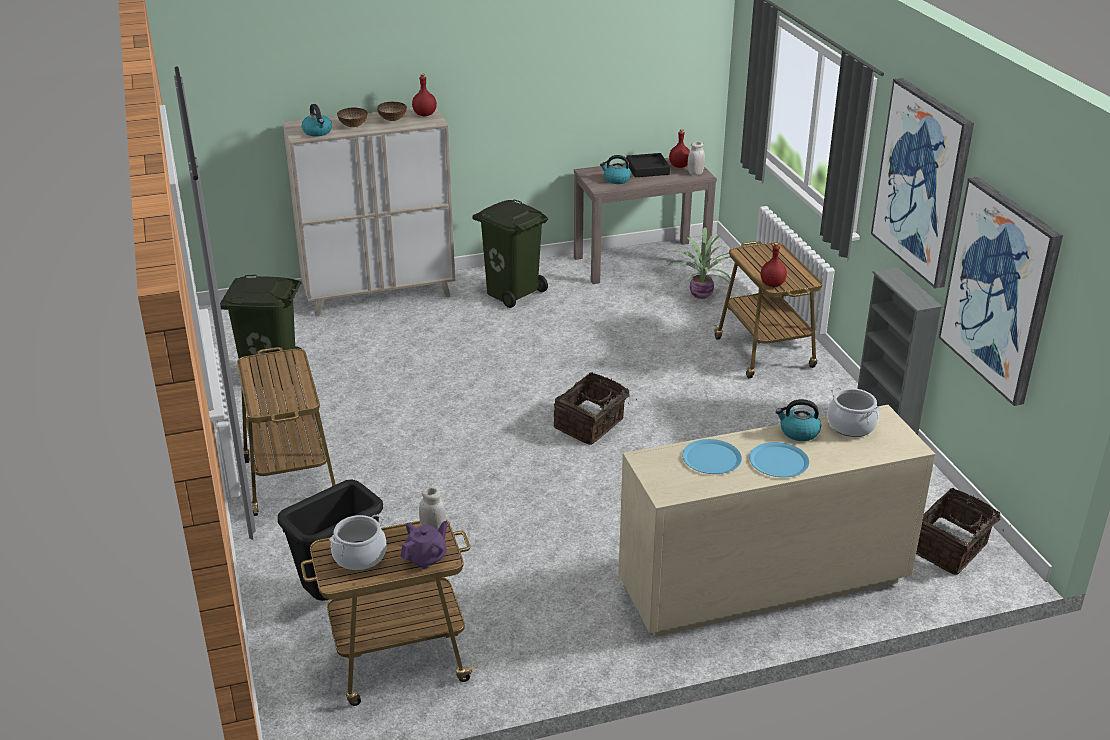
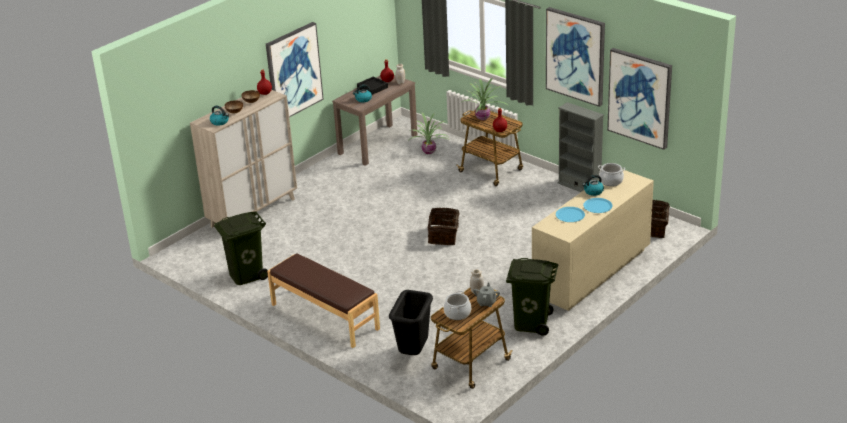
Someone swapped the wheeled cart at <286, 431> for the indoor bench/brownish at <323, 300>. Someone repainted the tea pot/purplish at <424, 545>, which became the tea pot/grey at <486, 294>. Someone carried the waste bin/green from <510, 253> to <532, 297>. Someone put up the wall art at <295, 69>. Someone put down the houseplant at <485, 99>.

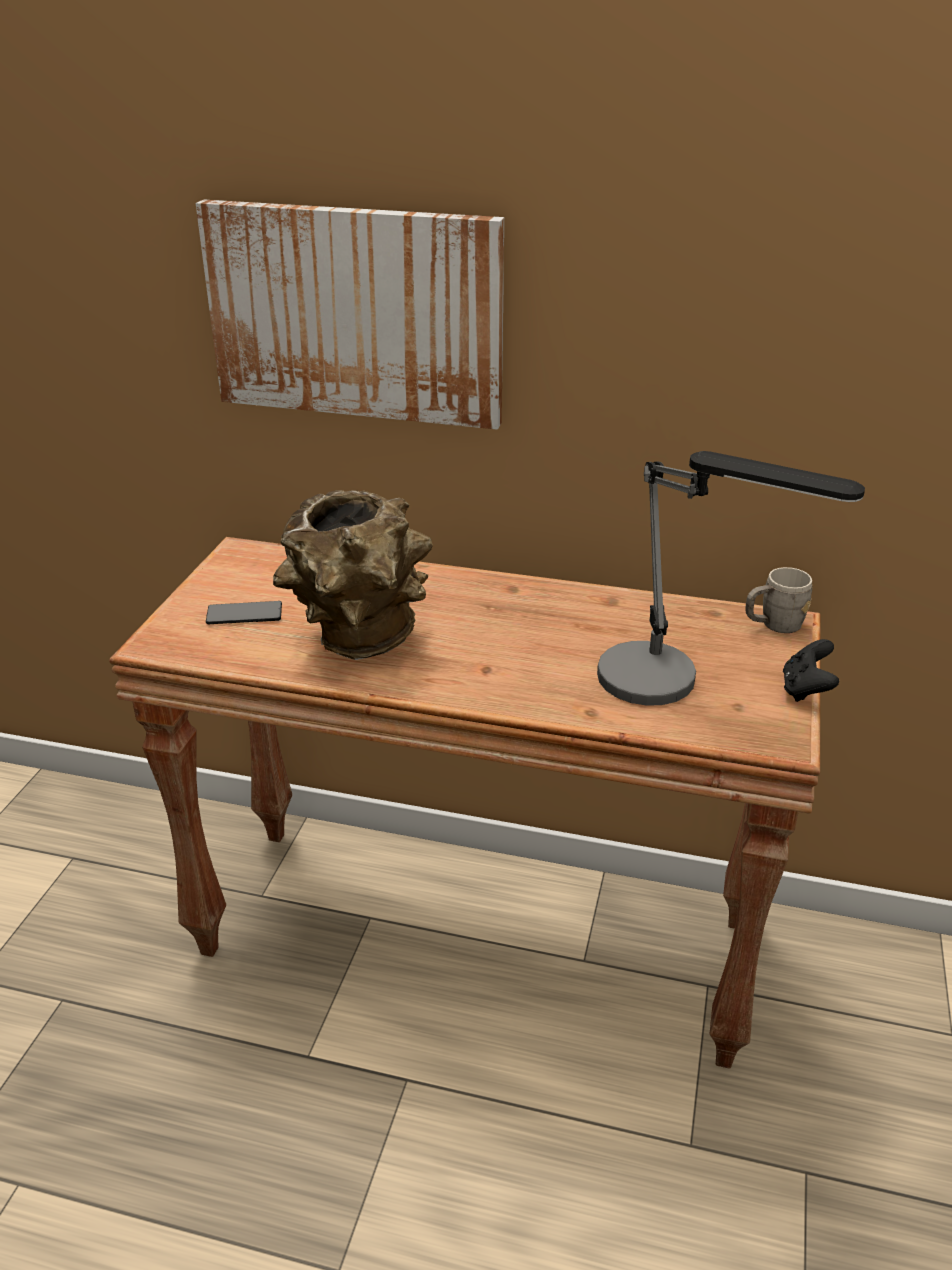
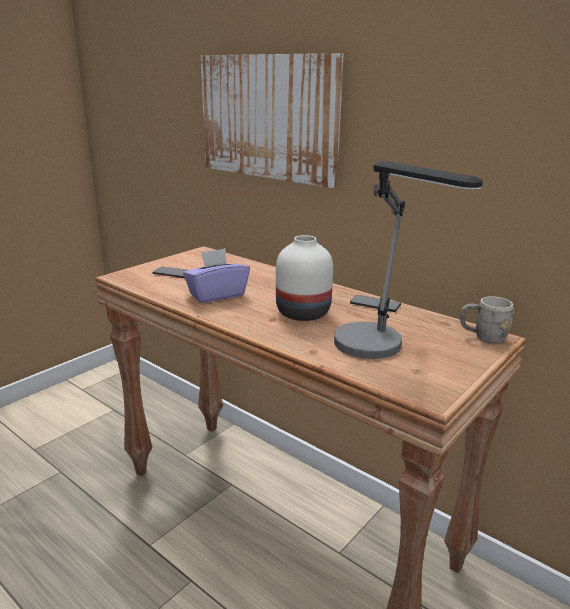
Someone swapped the vase/brownish at <353, 575> for the tissue box/purplish at <216, 275>. Someone took away the joypad/black-coloured at <811, 670>. Someone put down the vase/whitish at <304, 278>. Someone put down the phone at <375, 303>.

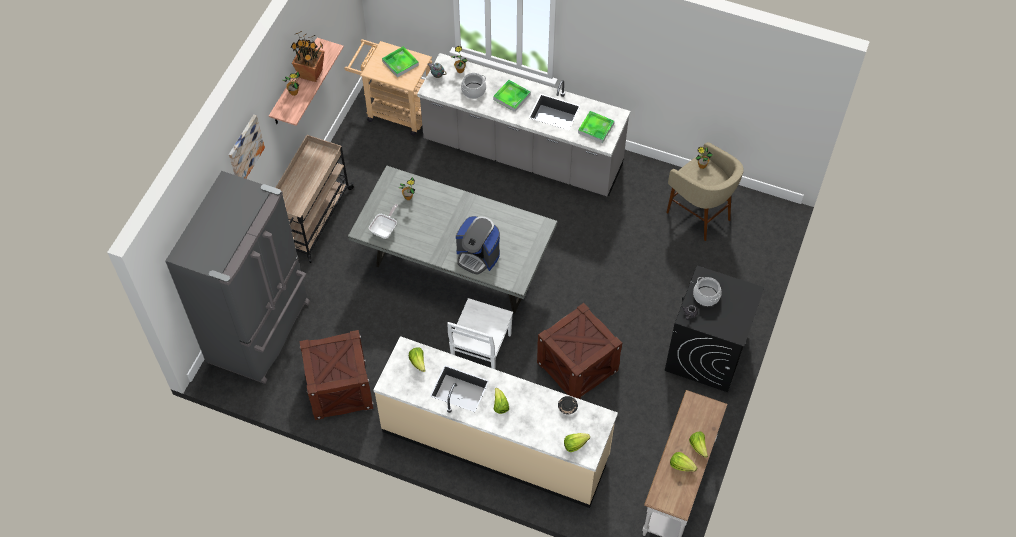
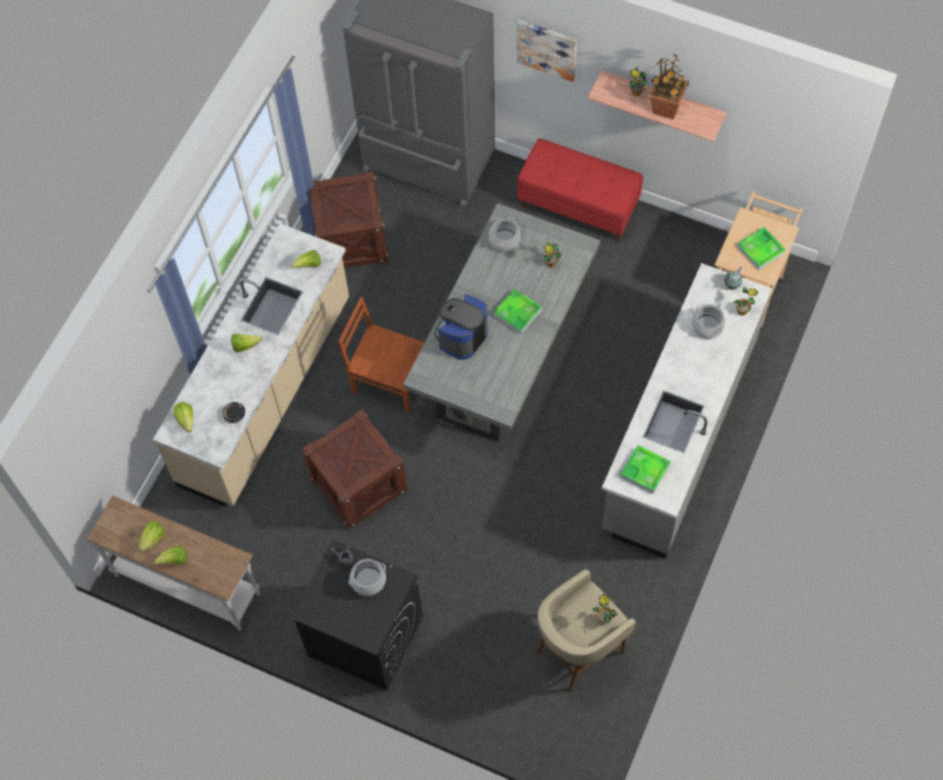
Someone swapped the wheeled cart/beige at <314, 199> for the indoor bench/red-coloured at <580, 190>. Someone swapped the pan at <383, 221> for the cooking pot at <505, 234>. Someone repainted the chair/whitish at <480, 333>, which became the chair/brownish at <381, 355>. Someone carried the serving tray from <512, 96> to <517, 311>.

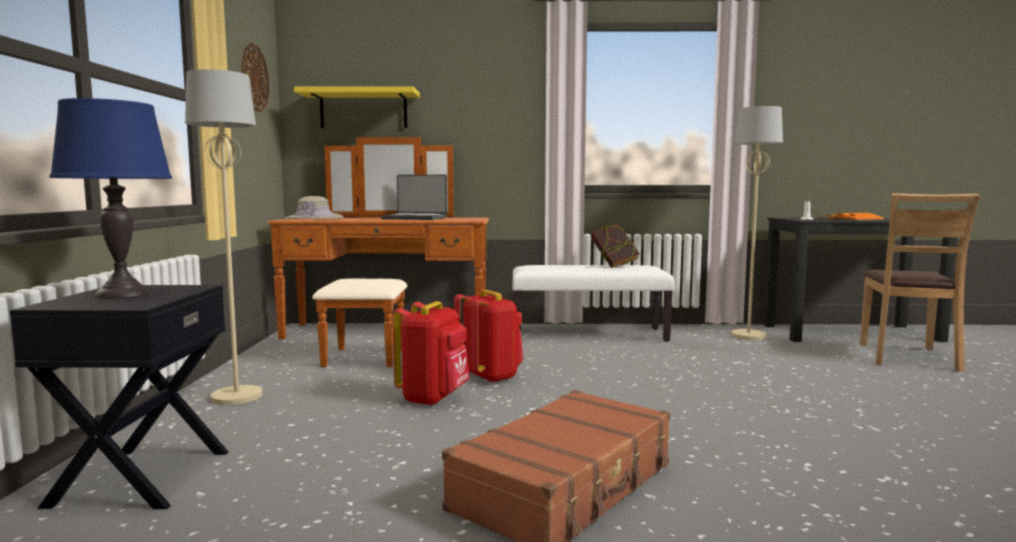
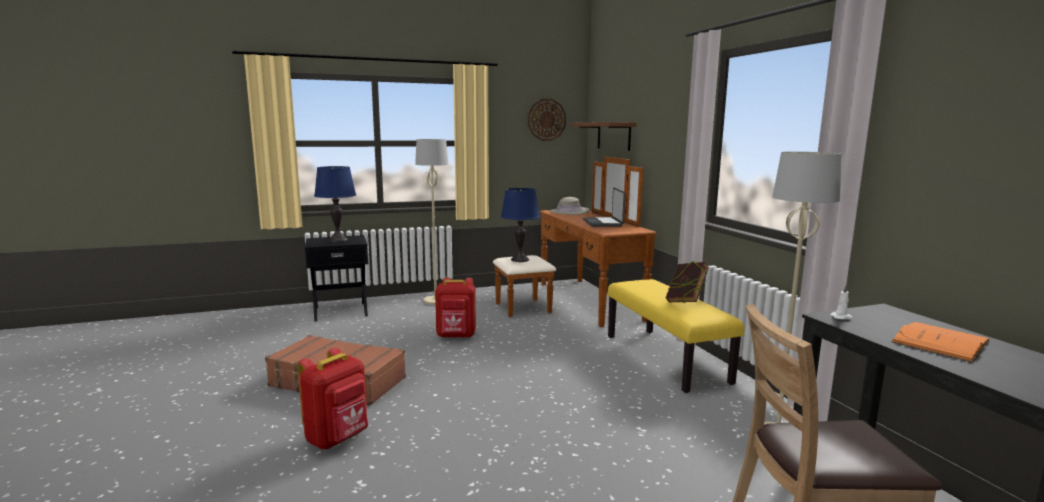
Someone repainted the wall shelf/yellow-coloured at <357, 107>, which became the wall shelf/brownish at <604, 136>. Someone carried the backpack/red-coloured from <488, 336> to <332, 398>. Someone repainted the indoor bench/whitish at <593, 303>, which became the indoor bench/yellow-coloured at <676, 336>. Someone put down the lamp for a table/blue-coloured at <520, 225>.

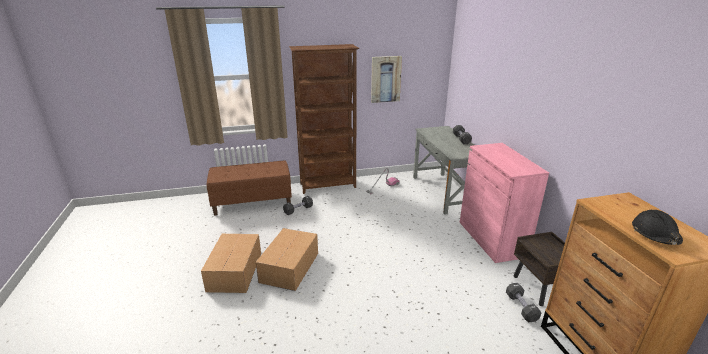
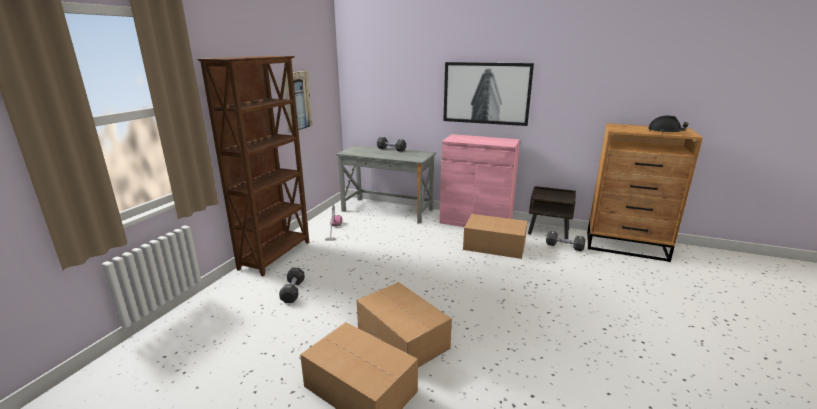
Someone took away the indoor bench/brownish at <249, 188>. Someone put up the wall art at <488, 94>. Someone put down the carton at <495, 236>.

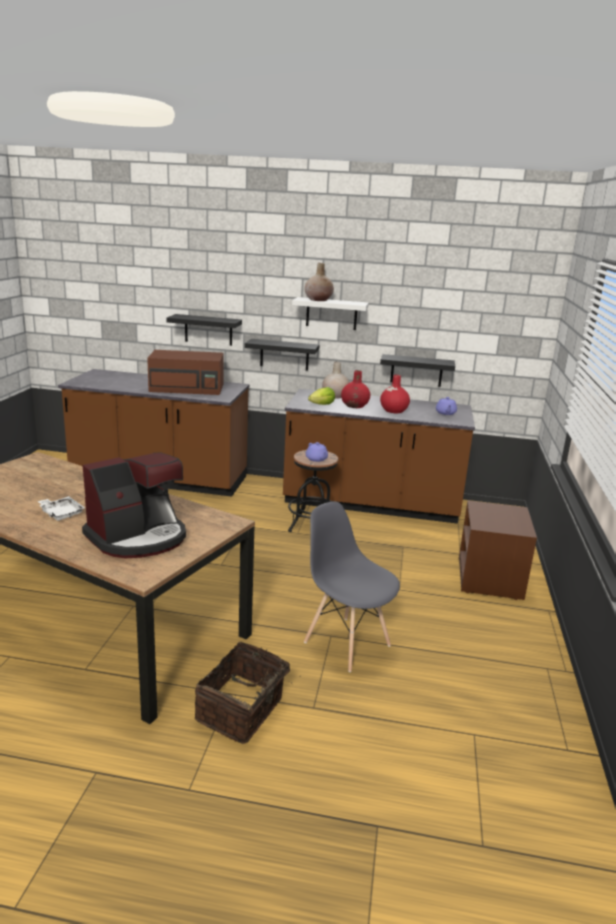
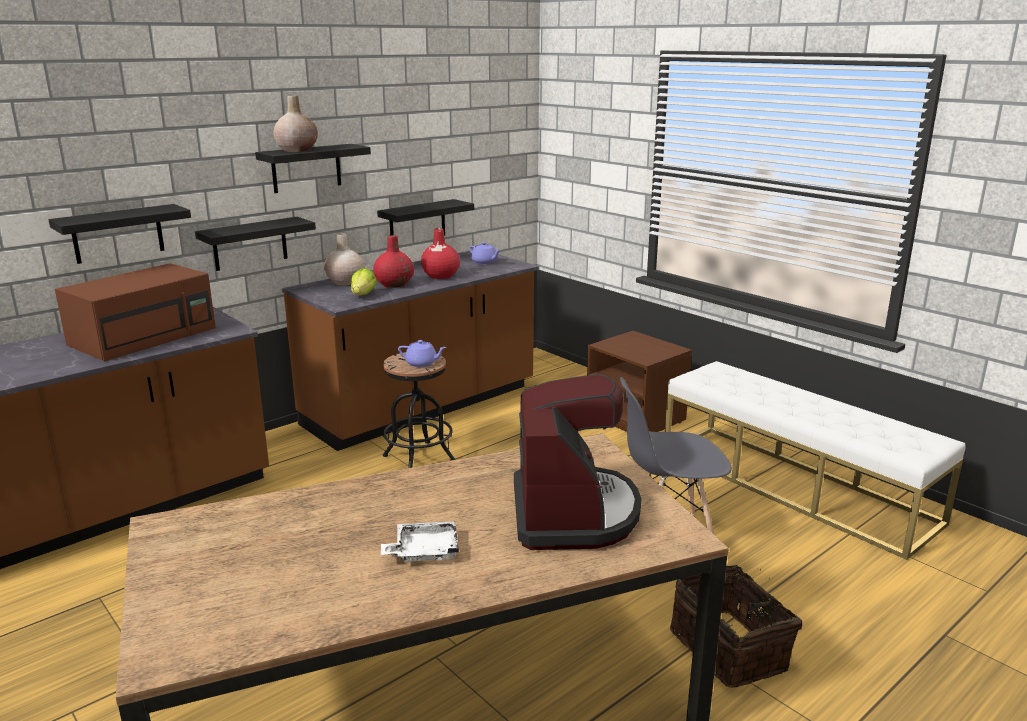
Someone repainted the wall shelf/whitish at <330, 313>, which became the wall shelf/black-coloured at <313, 168>. Someone put down the indoor bench/whitish at <815, 460>.

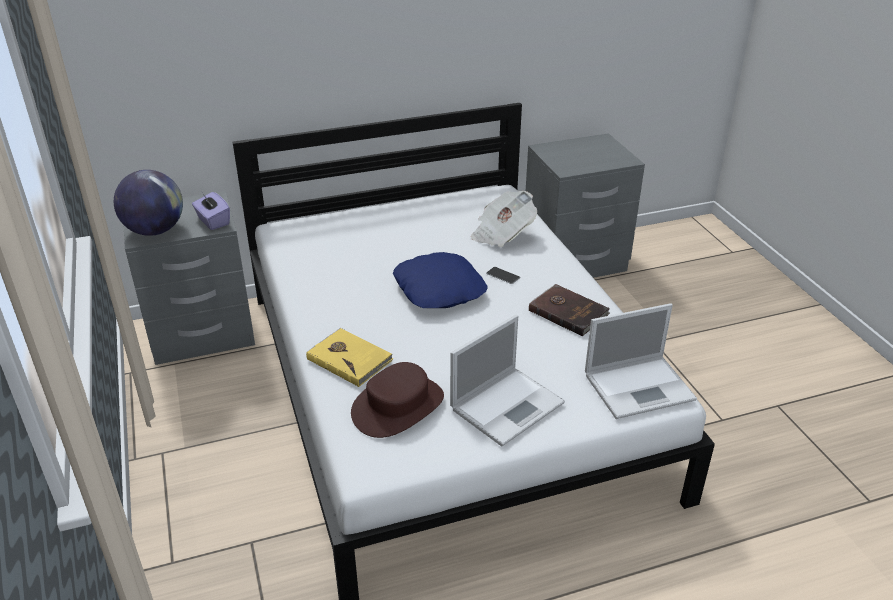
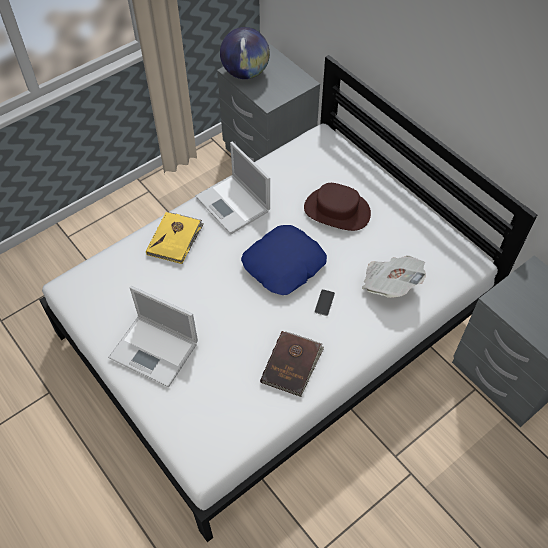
Someone took away the tissue box/purplish at <211, 211>. Someone carried the hat/brownish from <397, 400> to <337, 207>. Someone carried the portable computer from <641, 361> to <232, 188>.

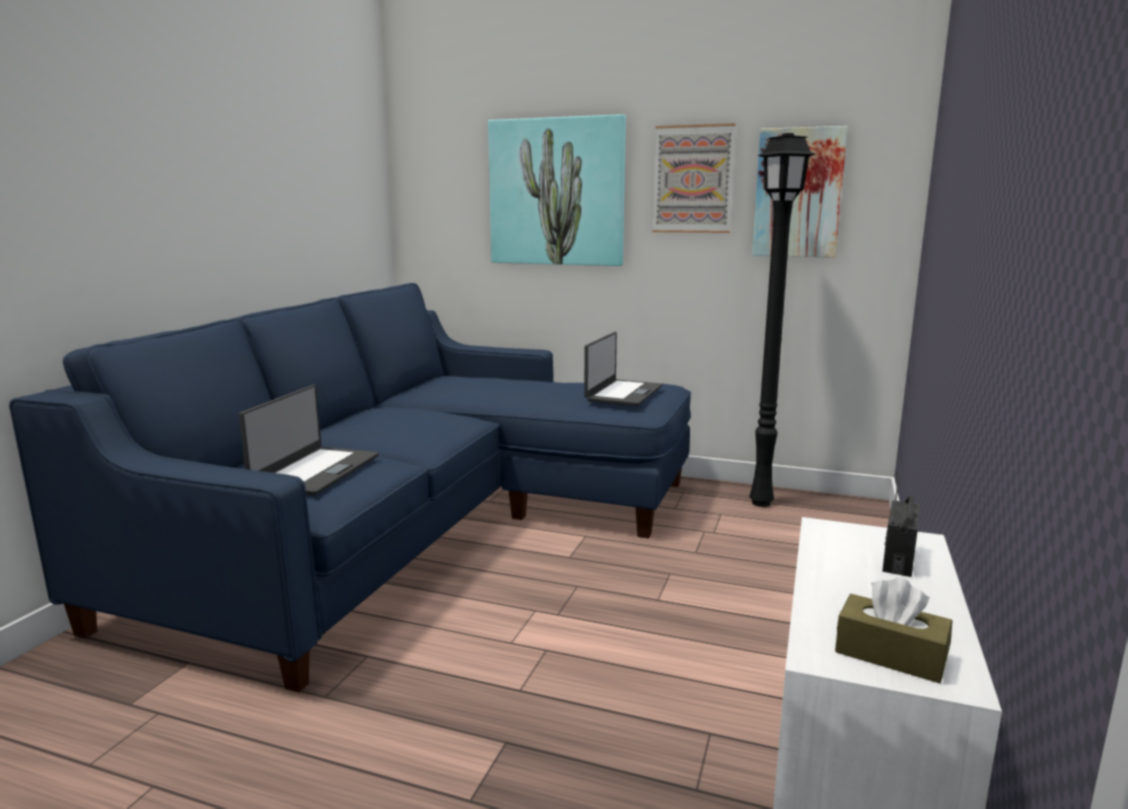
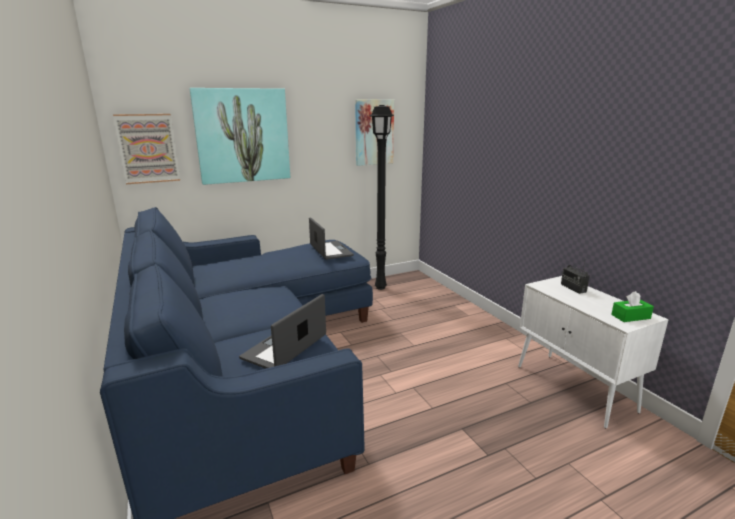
Someone rotated the portable computer at <309, 440> by 120 degrees counterclockwise. Someone carried the wall art from <694, 178> to <146, 149>. Someone repainted the tissue box/brownish at <893, 630>, which became the tissue box/green at <632, 306>.

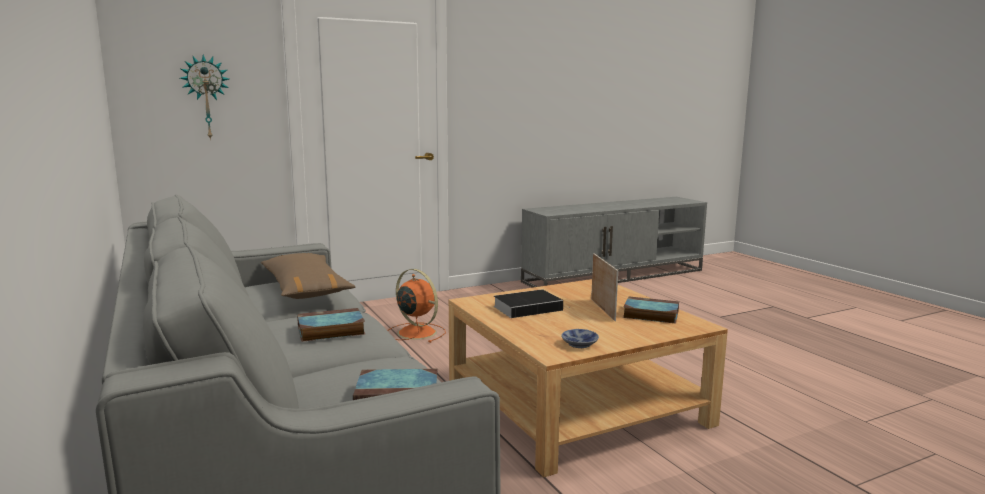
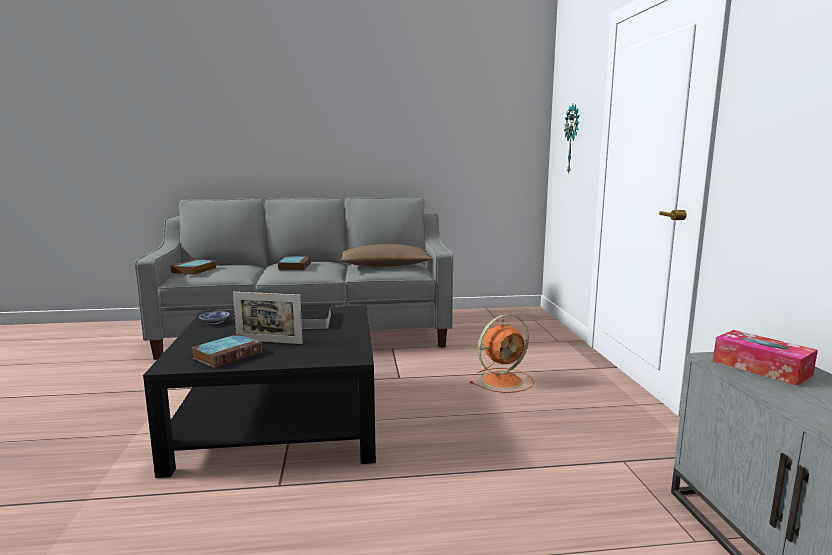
Someone repainted the low table/beige at <588, 378>, which became the low table/black-coloured at <259, 391>. Someone put down the tissue box at <765, 358>.

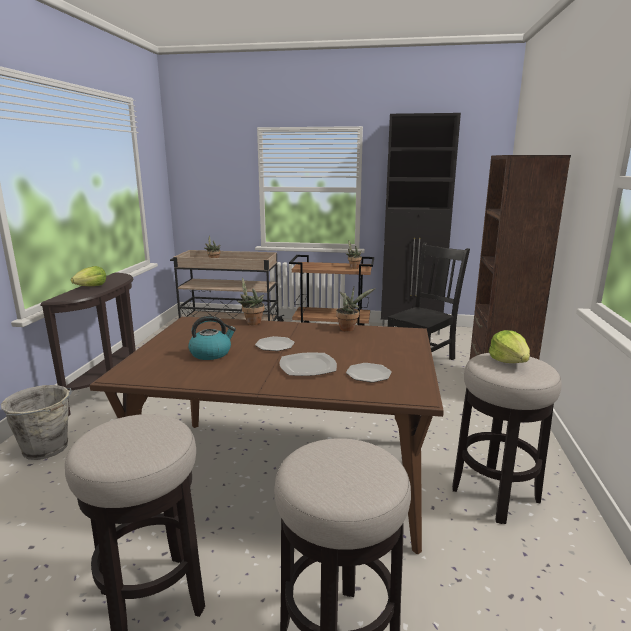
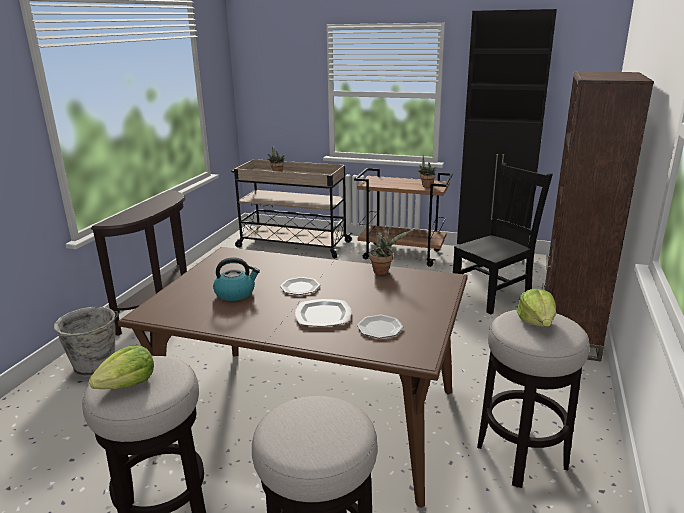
Someone carried the lettuce head from <88, 276> to <121, 367>. Someone took away the houseplant at <250, 301>.

